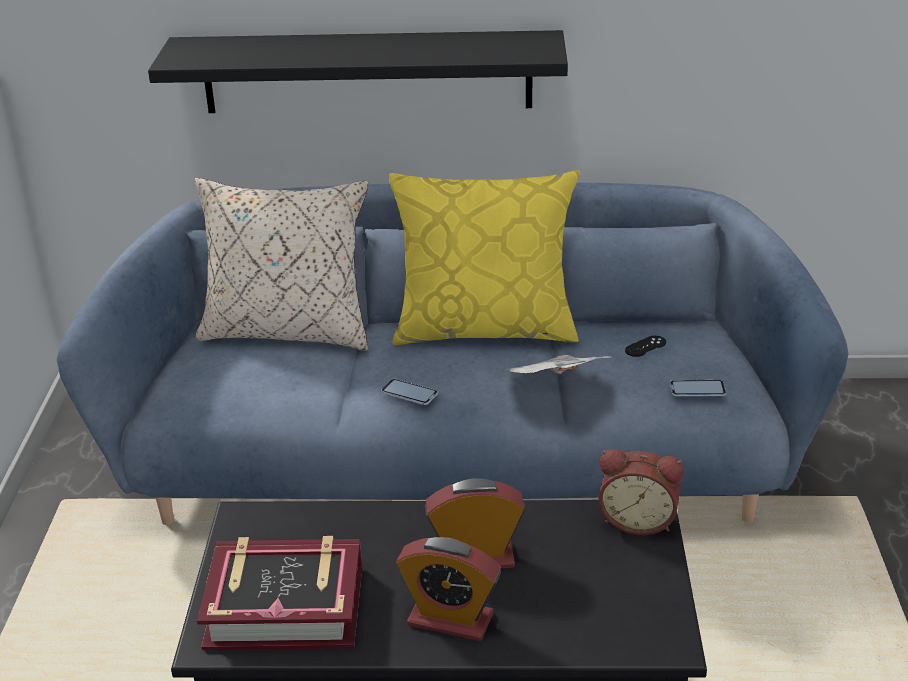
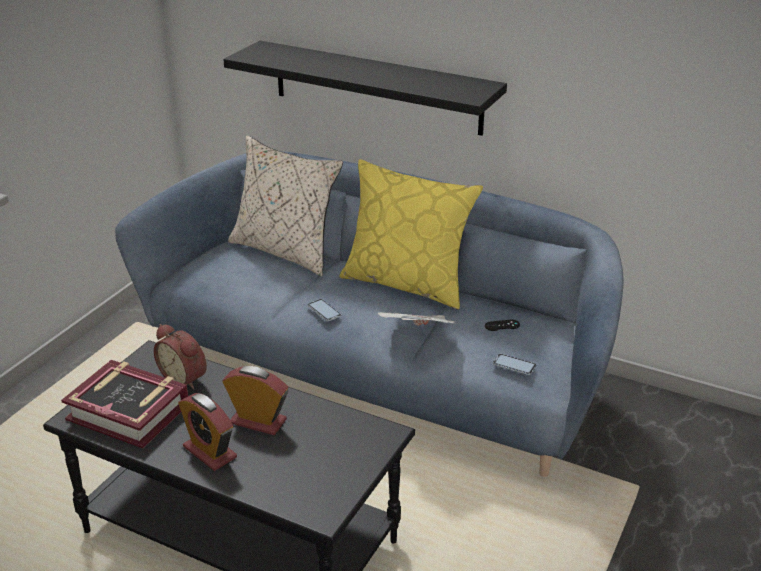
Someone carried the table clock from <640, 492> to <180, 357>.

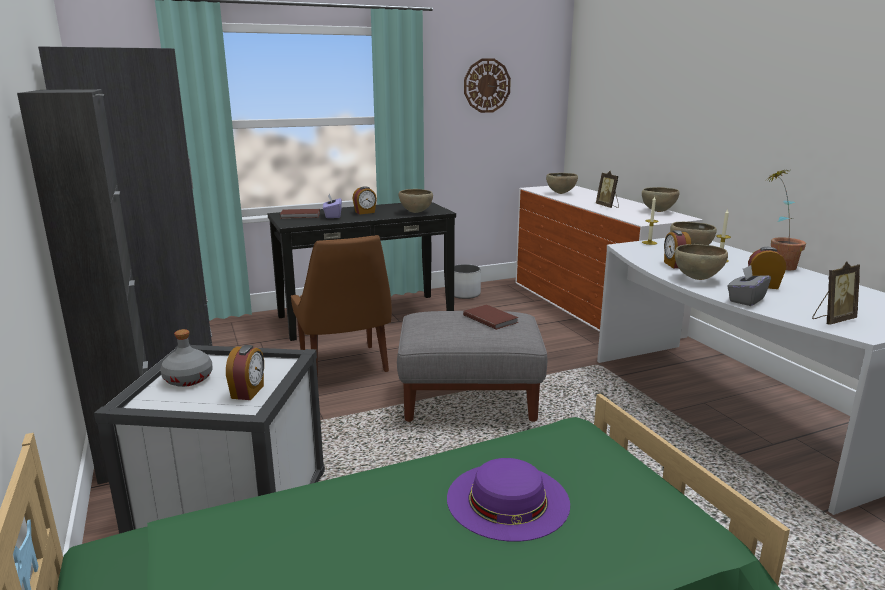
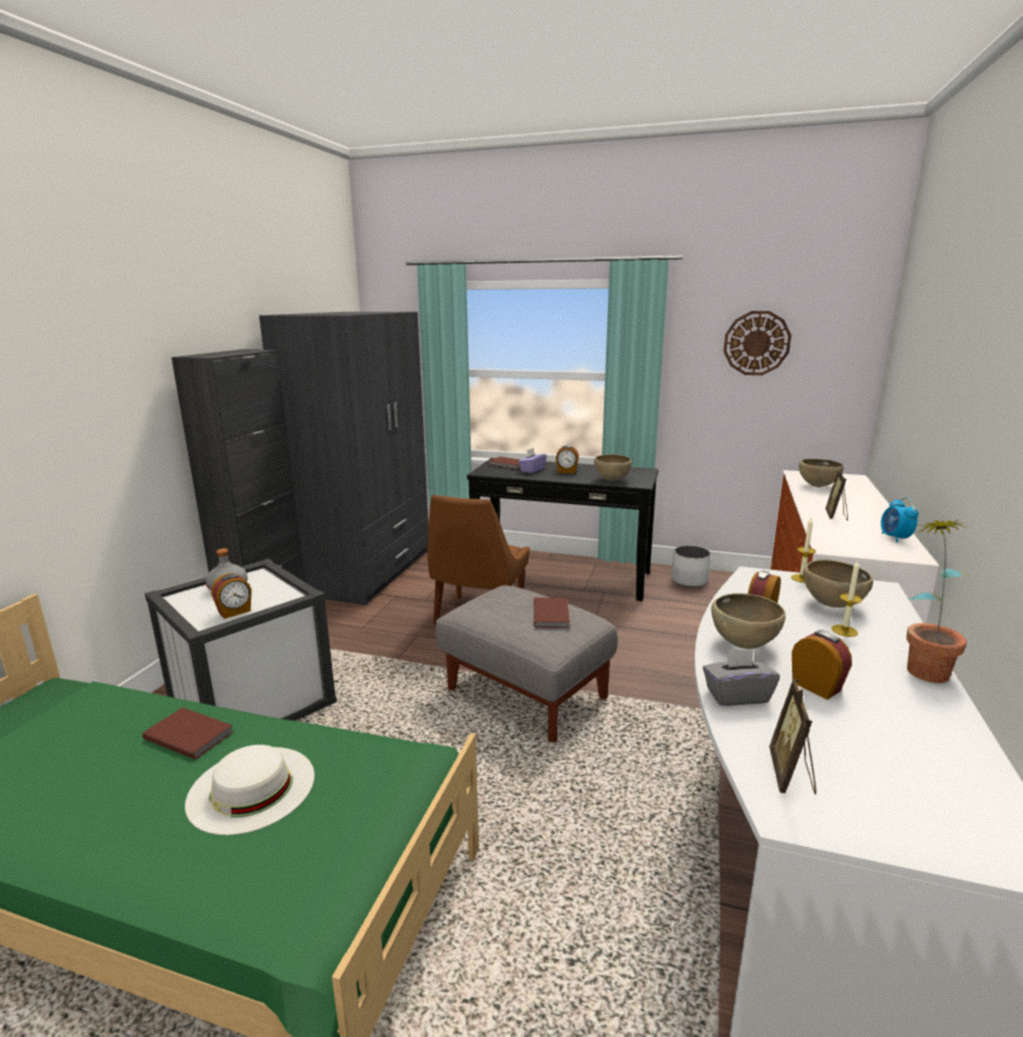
Someone repainted the hat/purplish at <508, 500>, which became the hat/whitish at <250, 790>. Someone swapped the bowl/brownish at <661, 199> for the table clock at <900, 520>. Someone rotated the standing frame at <836, 293> by 90 degrees clockwise. Someone put down the bound book/brownish at <187, 733>.

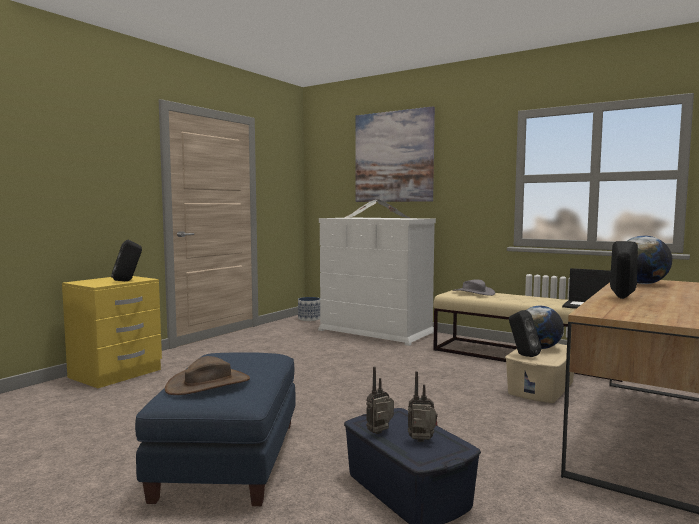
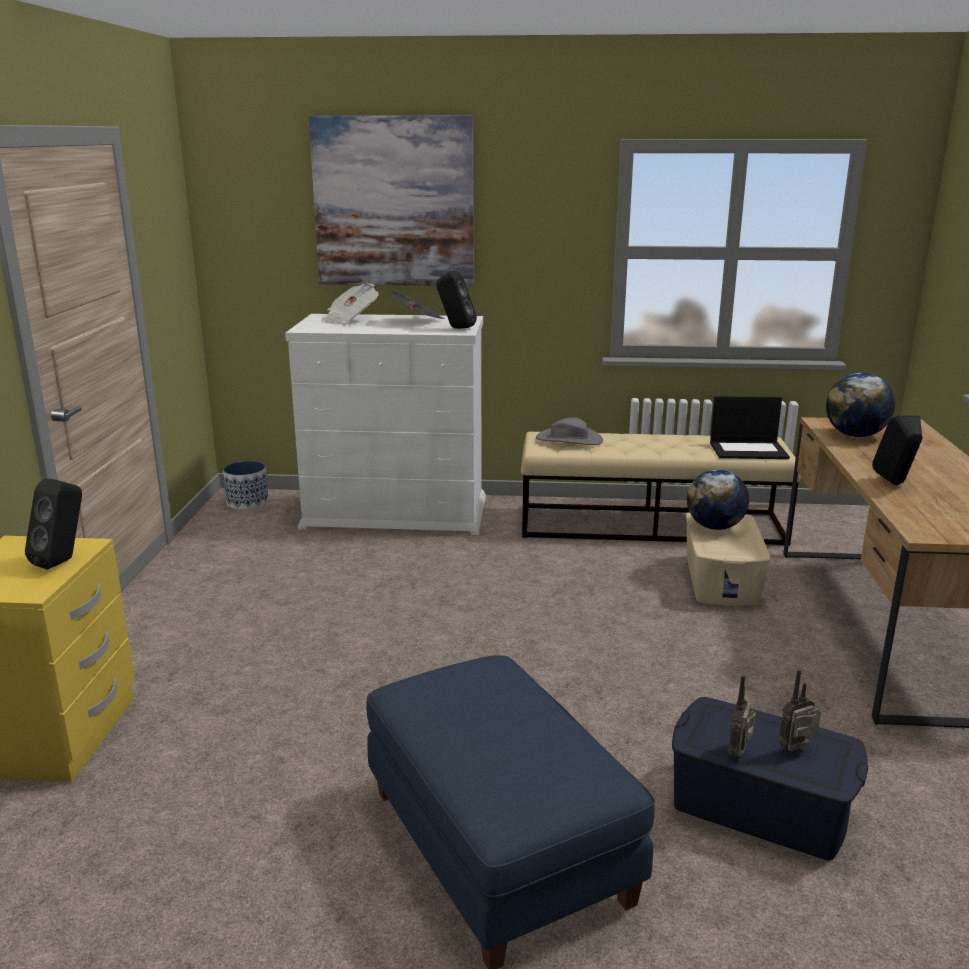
Someone took away the hat/brownish at <207, 375>. Someone carried the speaker/black-coloured from <525, 333> to <456, 299>.

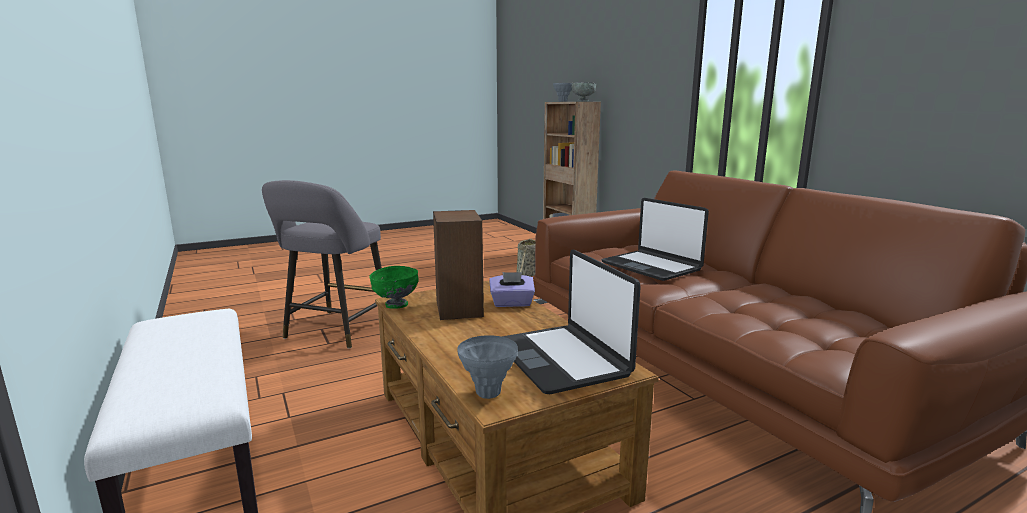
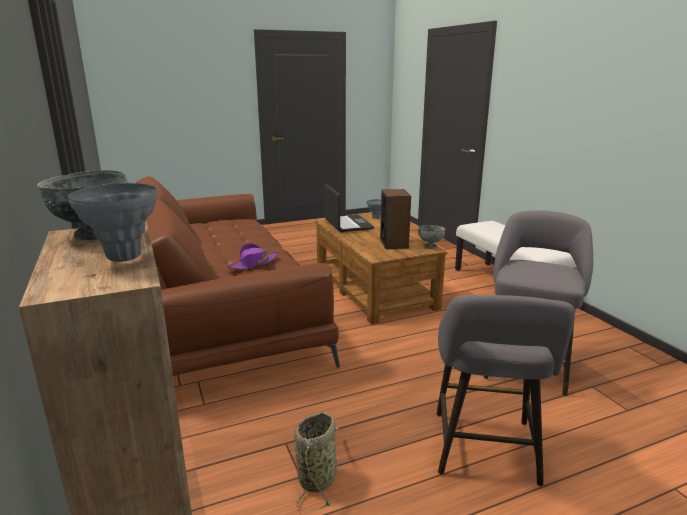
Someone repainted the bowl/green at <394, 287>, which became the bowl/grey at <431, 237>. Someone took away the tissue box/purplish at <512, 289>. Someone swapped the portable computer at <655, 239> for the hat/purplish at <252, 256>. Someone put down the stool/grey at <506, 390>.

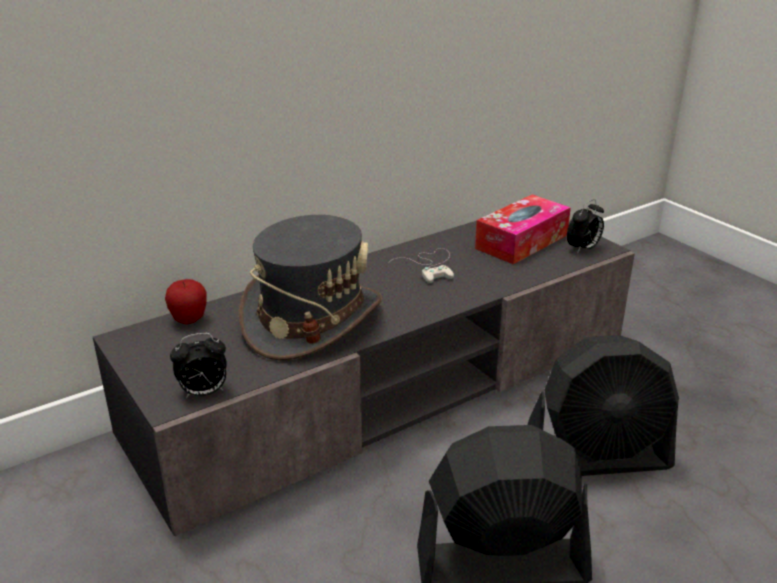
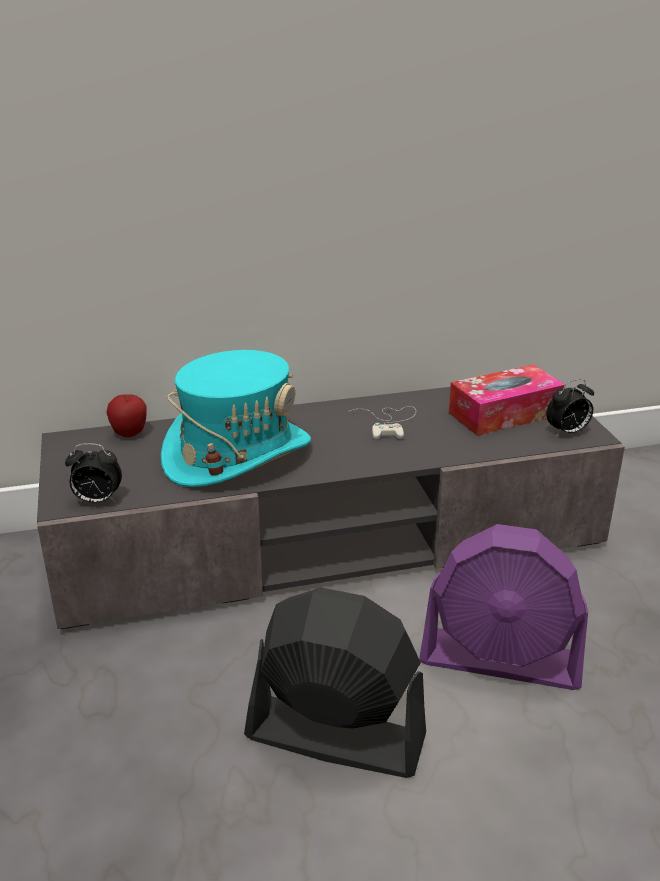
Someone repainted the hat/grey at <310, 288>, which became the hat/blue-green at <236, 418>. Someone repainted the fan/black-coloured at <603, 405>, which became the fan/purplish at <503, 607>.

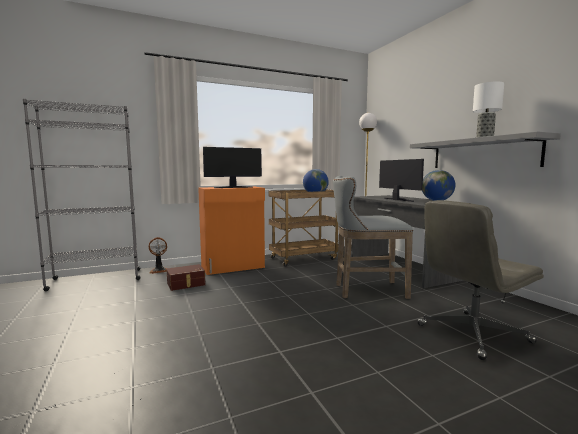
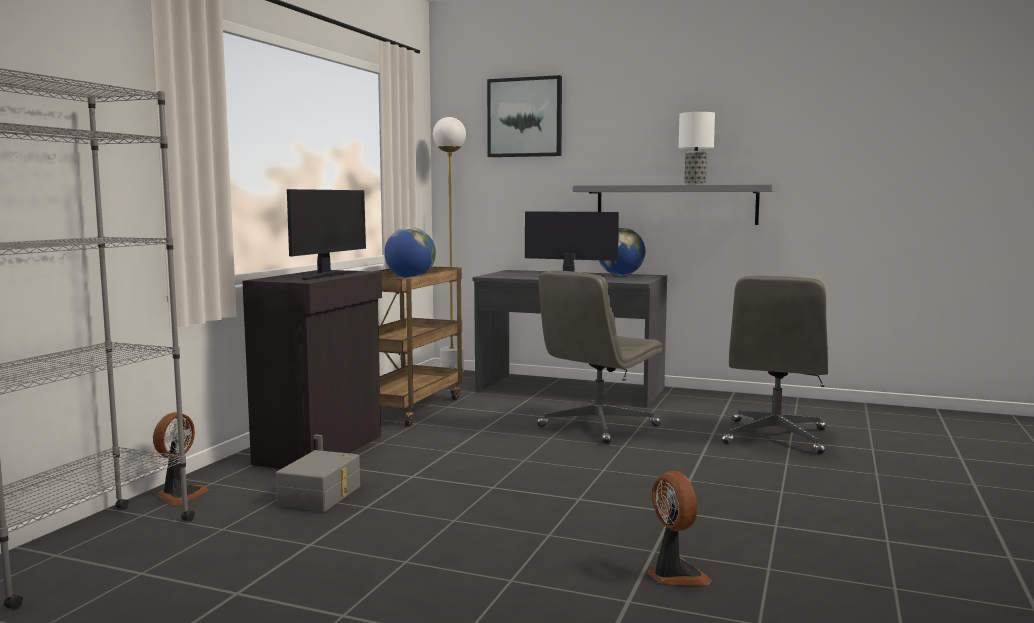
Someone repainted the storage bin/brownish at <186, 277>, which became the storage bin/grey at <318, 481>. Someone repainted the cupboard/orangey at <231, 230>, which became the cupboard/black-coloured at <312, 369>. Someone swapped the stool/grey at <373, 237> for the office chair/grey at <600, 357>. Someone put up the wall art at <524, 116>. Someone put down the fan at <679, 528>.

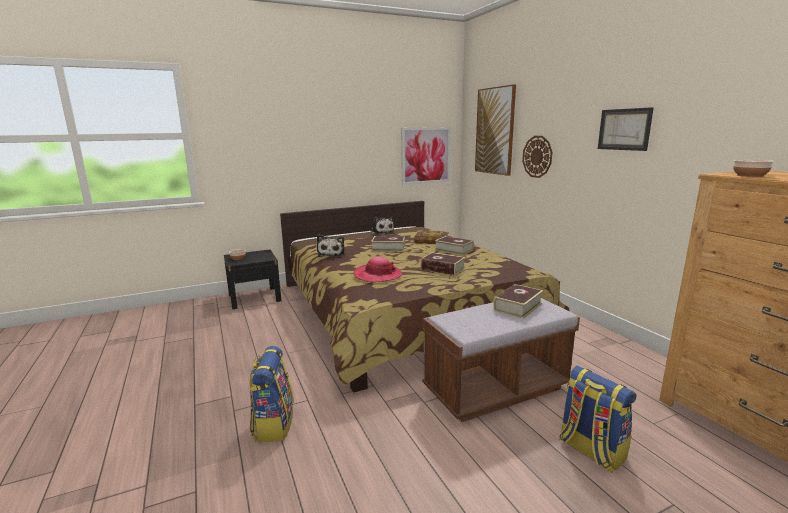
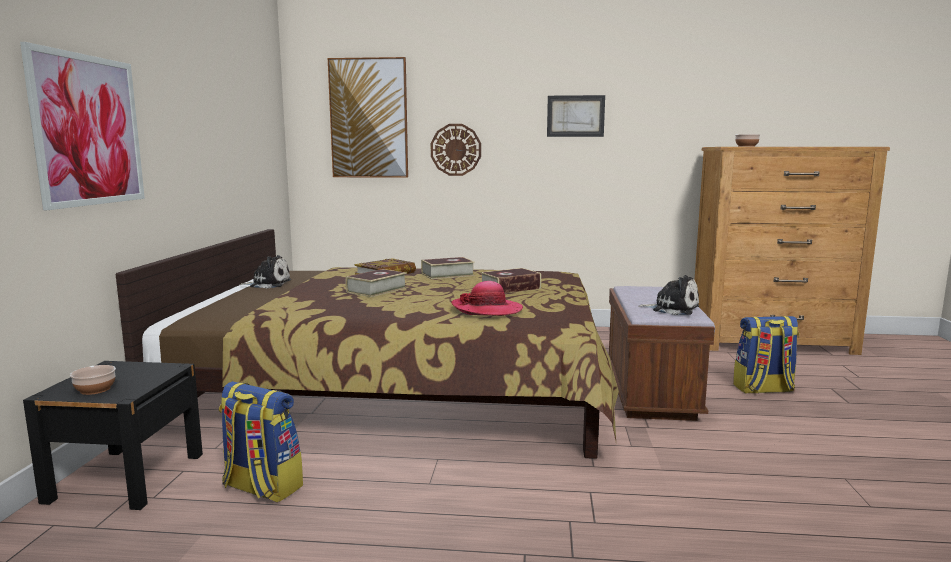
Someone carried the backpack from <271, 394> to <261, 442>. Someone carried the plush toy from <331, 246> to <668, 295>. Someone carried the wall art from <426, 156> to <82, 126>. Someone took away the bound book at <518, 301>.

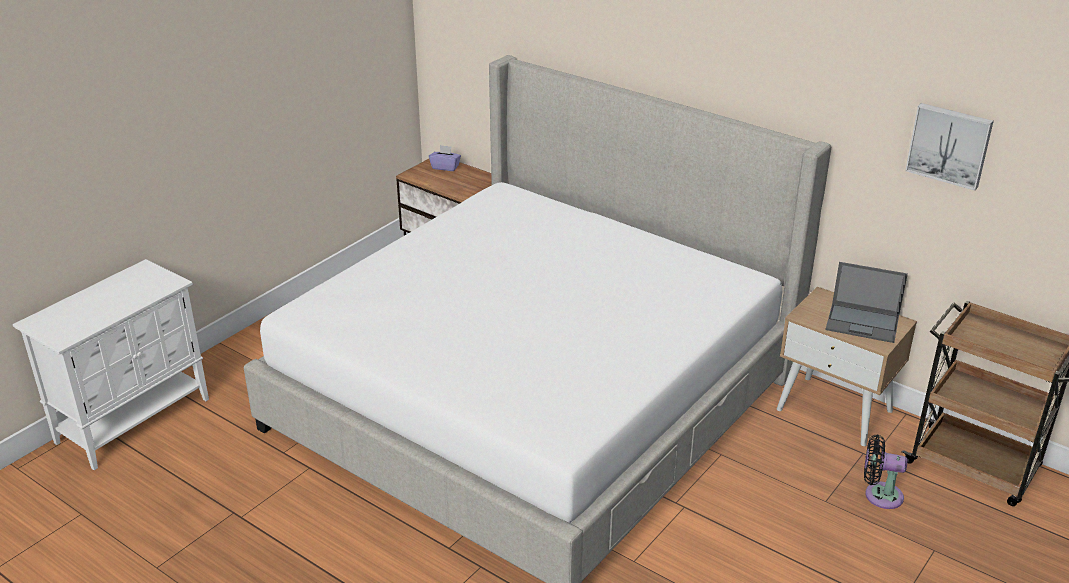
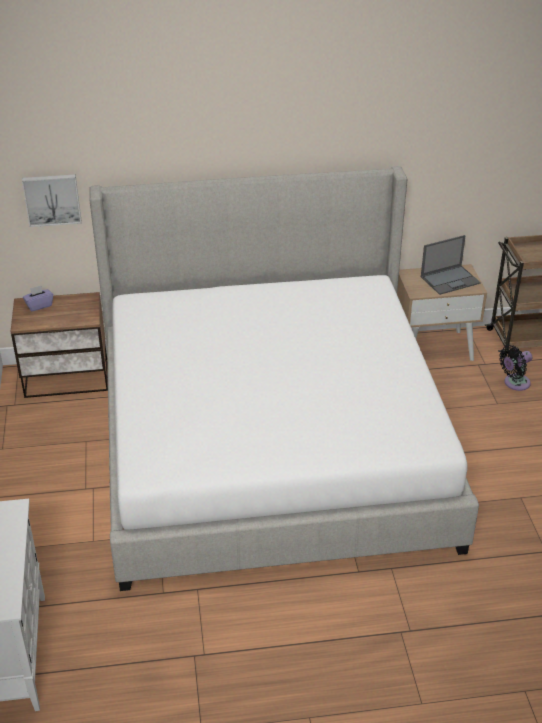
Someone carried the wall art from <949, 147> to <52, 200>.

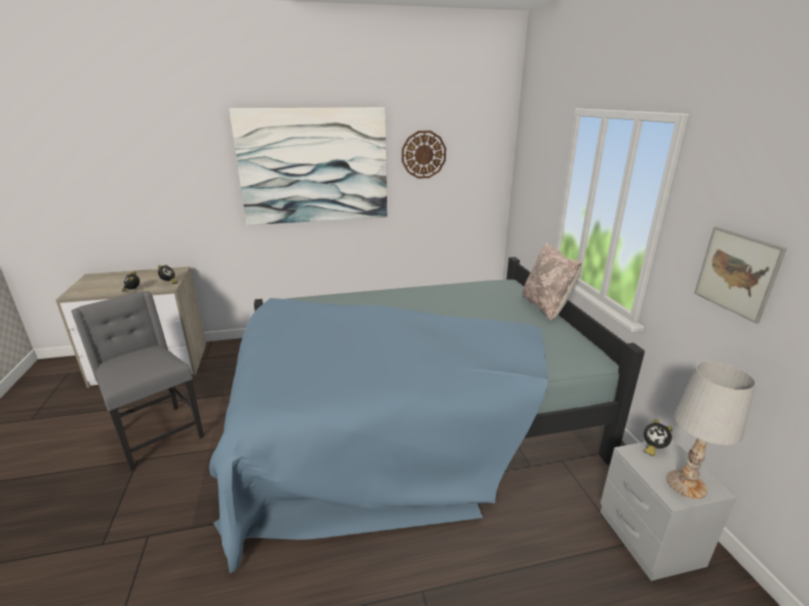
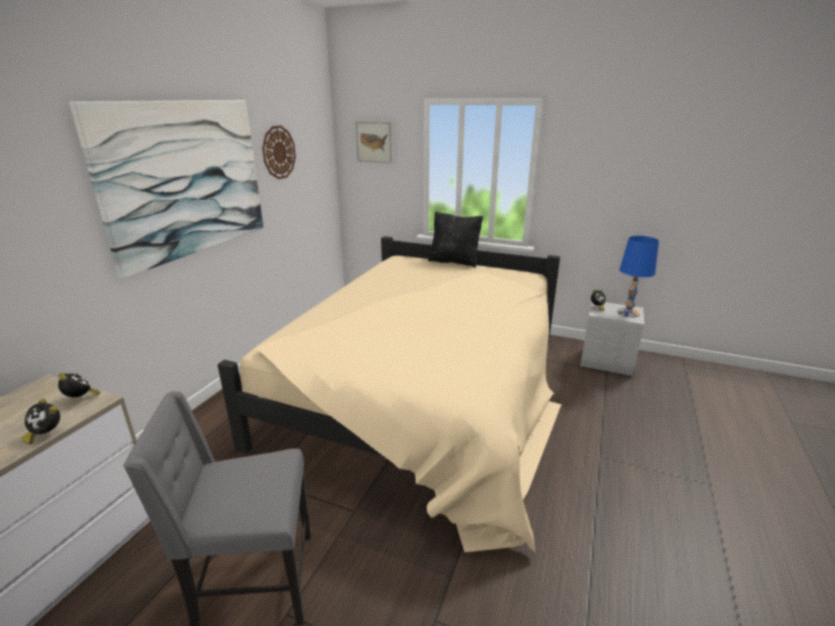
Someone repainted the bedroom bed/blue-coloured at <427, 415>, which became the bedroom bed/beige at <389, 394>. Someone repainted the pillow/beige at <552, 282>, which became the pillow/black-coloured at <455, 239>. Someone repainted the lamp for a table/whitish at <711, 430>, which became the lamp for a table/blue-coloured at <638, 276>. Someone carried the wall art from <740, 275> to <374, 142>.

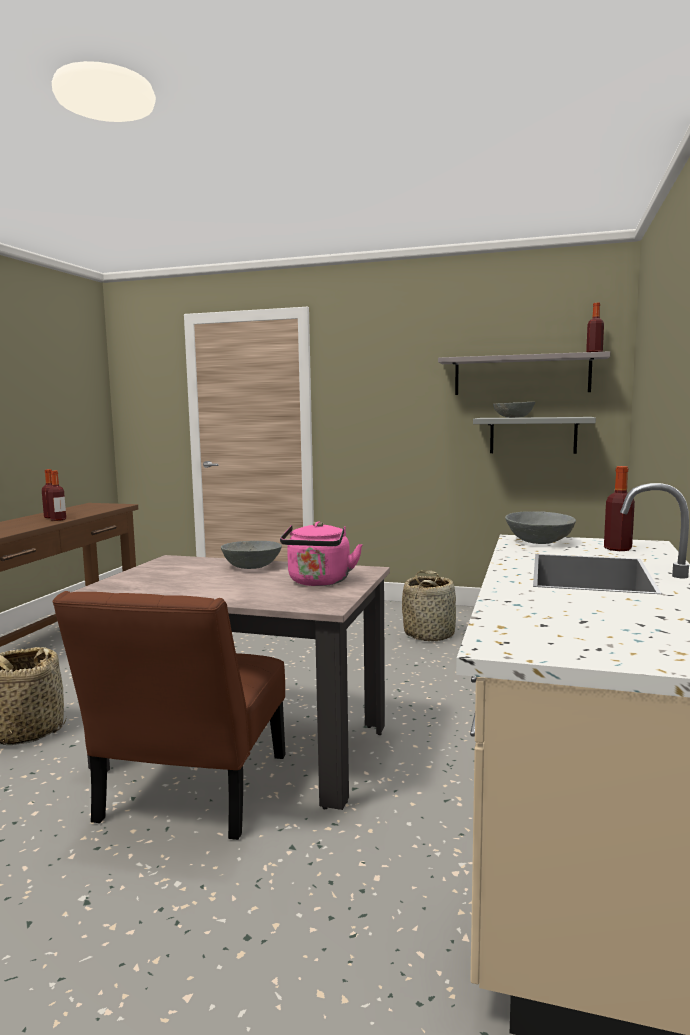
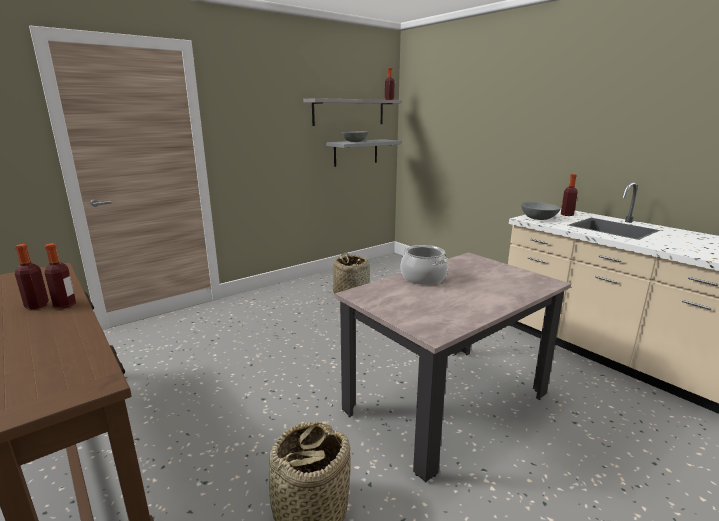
Someone took away the chair/brownish at <169, 715>. Someone swapped the bowl/grey at <251, 555> for the cooking pot at <424, 265>. Someone took away the tea kettle/pink at <321, 553>.

